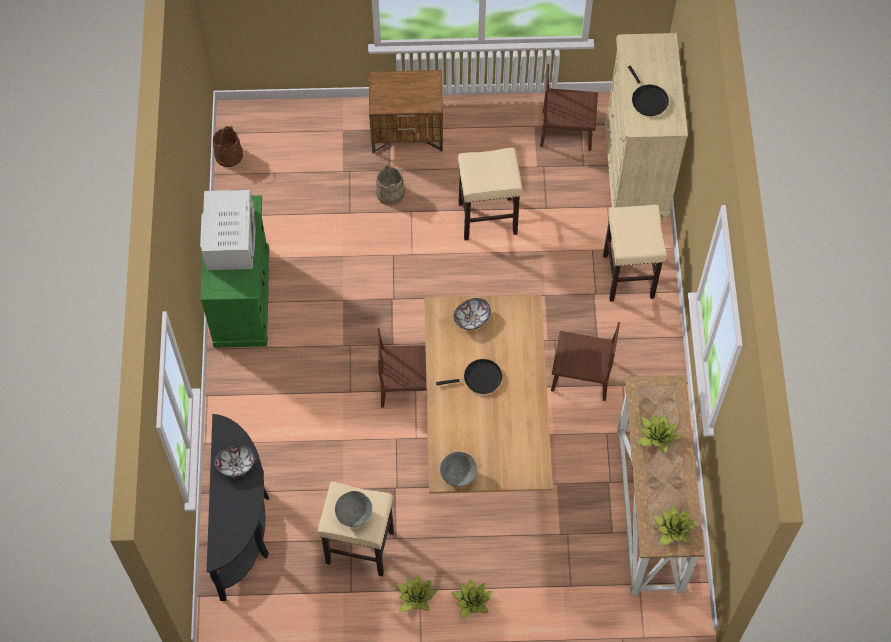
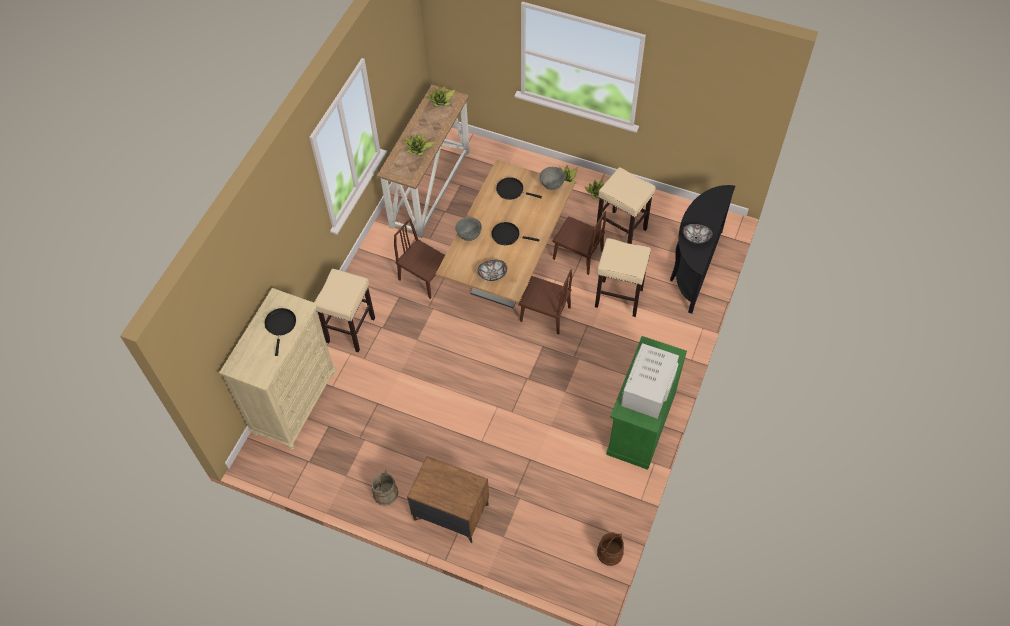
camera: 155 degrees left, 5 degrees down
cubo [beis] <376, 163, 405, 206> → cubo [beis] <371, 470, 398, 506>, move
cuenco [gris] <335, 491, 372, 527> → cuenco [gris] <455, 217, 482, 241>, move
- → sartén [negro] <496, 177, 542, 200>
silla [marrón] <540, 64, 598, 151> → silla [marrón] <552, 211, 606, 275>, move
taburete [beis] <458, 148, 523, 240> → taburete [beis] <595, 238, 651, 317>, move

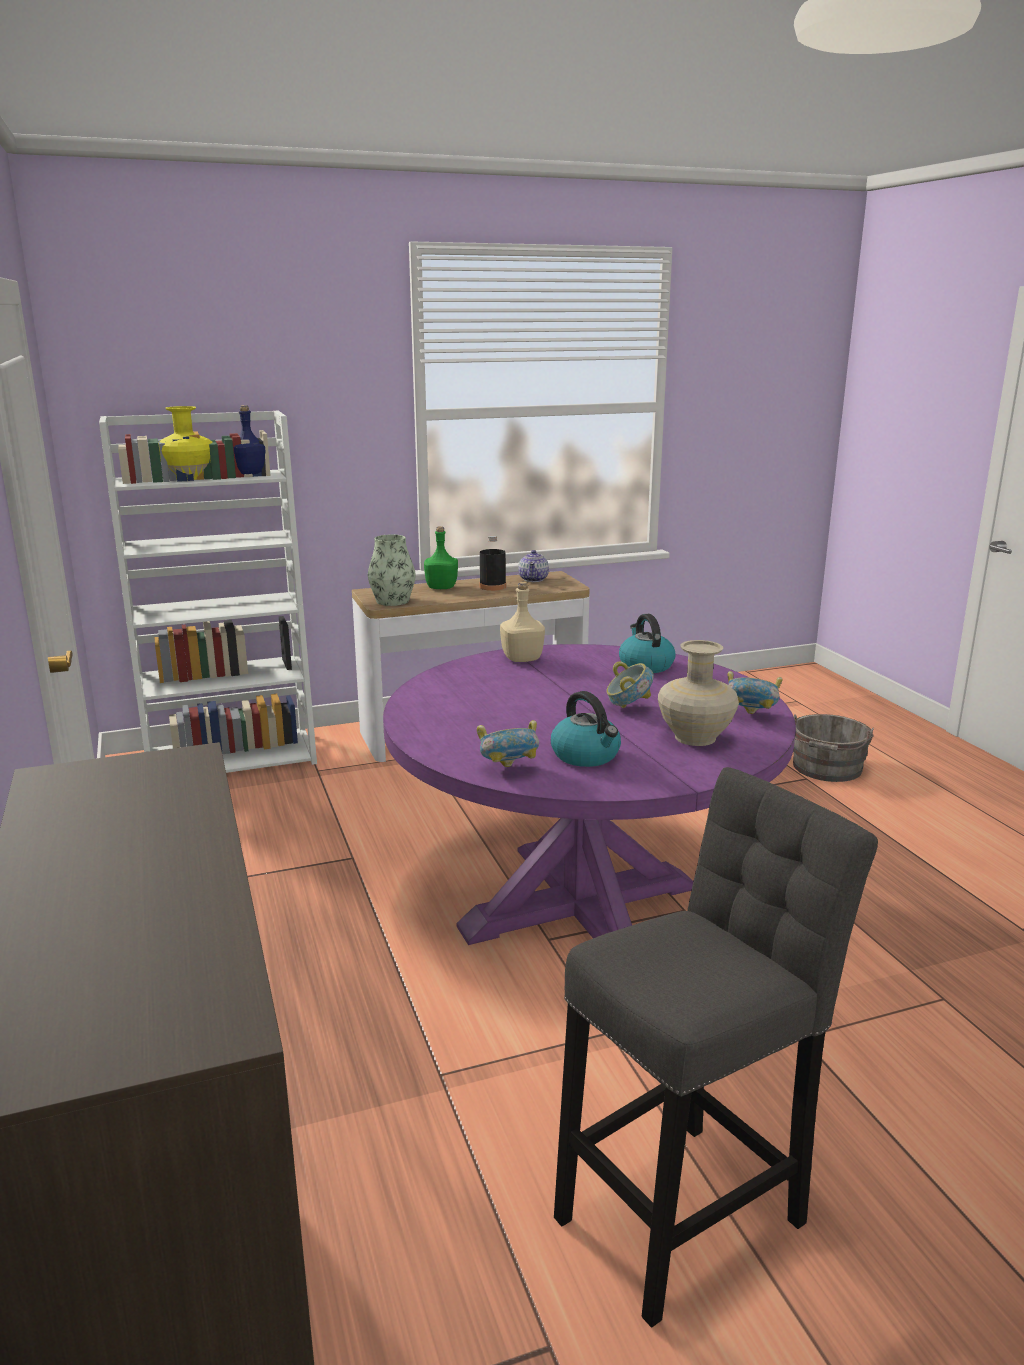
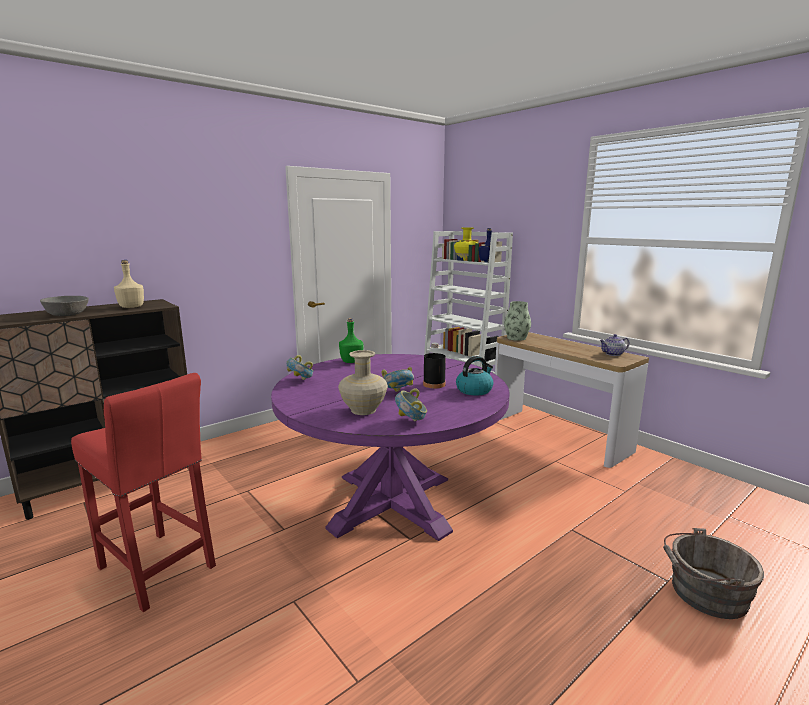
camera: 70 degrees right, 5 degrees down
- → cuenco [gris] <40, 296, 89, 316>
taburete [gris] <554, 767, 878, 1328> → taburete [rojo] <71, 373, 216, 612>
botella [beis] <500, 582, 545, 662> → botella [beis] <114, 260, 144, 308>, move
botella [verde] <424, 526, 458, 589> → botella [verde] <339, 318, 364, 363>, move
botella [negro] <480, 536, 506, 591> → botella [negro] <423, 343, 446, 388>, move
hervidor <551, 691, 621, 767> → -

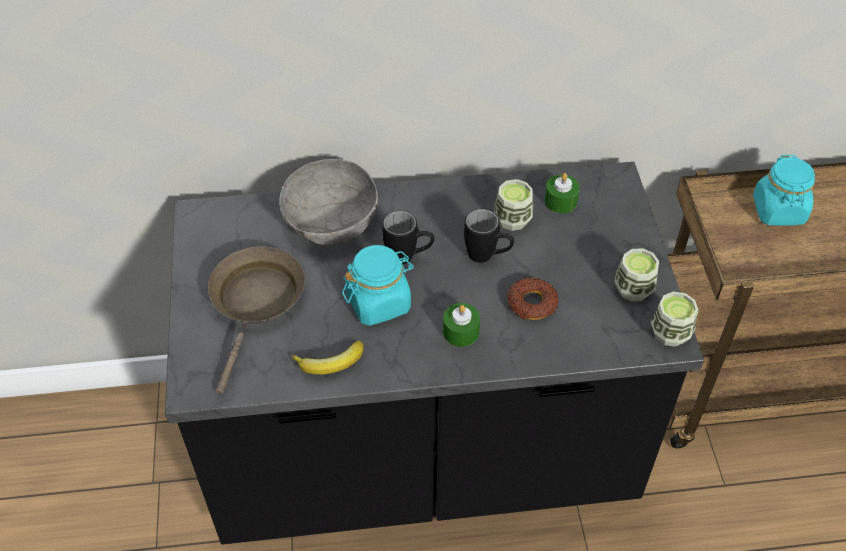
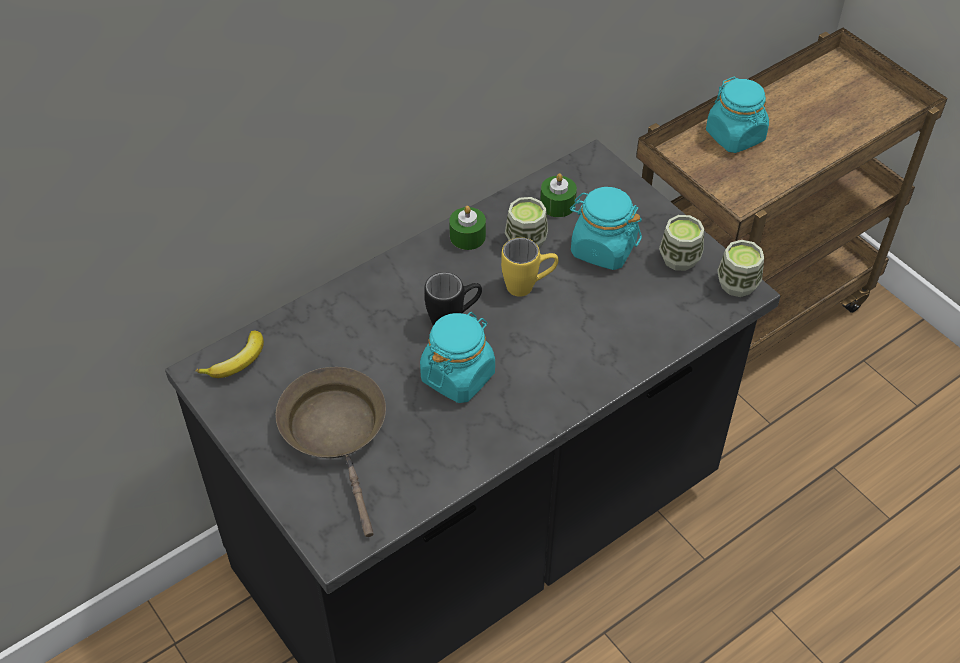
camera: 30 degrees left, 0 degrees up
plátano <292, 341, 364, 374> → plátano <195, 331, 264, 378>, move
vela [verde] <443, 303, 480, 347> → vela [verde] <449, 206, 486, 250>, move
taza grande [negro] <464, 209, 514, 263> → taza grande [amarillo] <501, 237, 559, 297>
- → tarro [turquesa] <570, 187, 642, 270>
cuenco [gris] <279, 159, 378, 245> → -
rosquilla <507, 278, 558, 320> → -

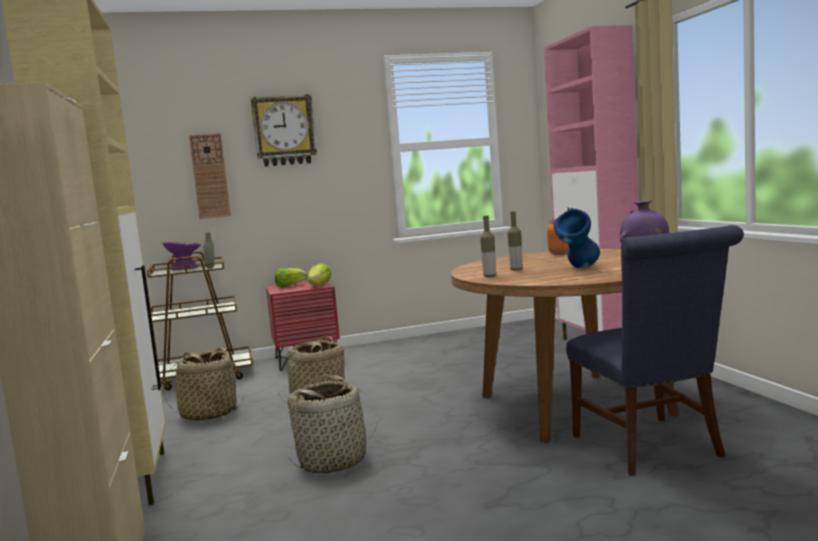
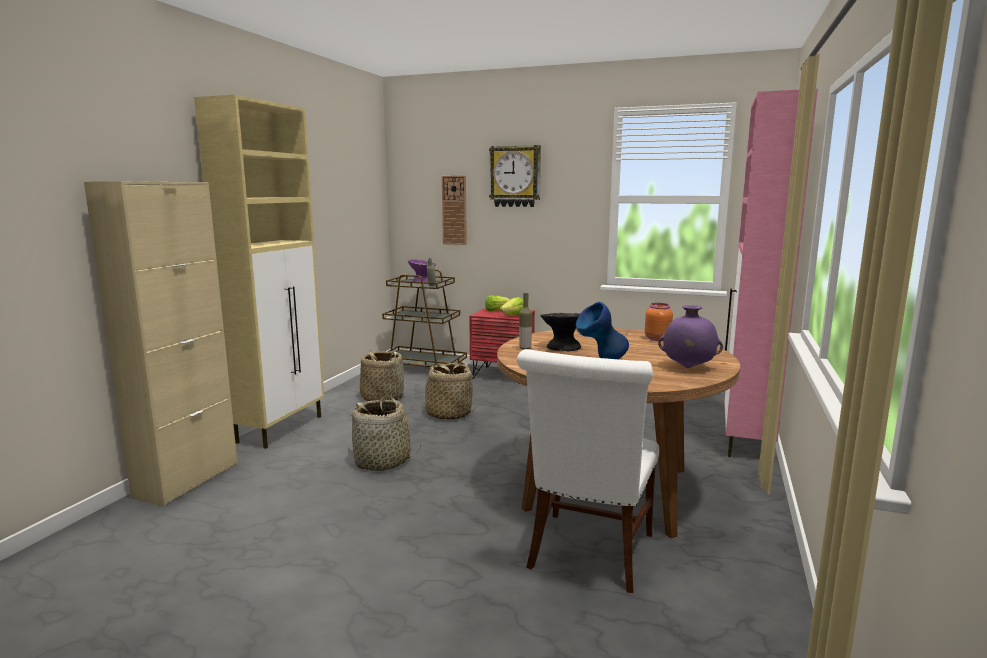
camera: 35 degrees right, 5 degrees up
silla [azul] <566, 225, 744, 476> → silla [blanco] <517, 349, 659, 593>
botella <507, 211, 523, 271> → cuenco [negro] <541, 313, 581, 352>

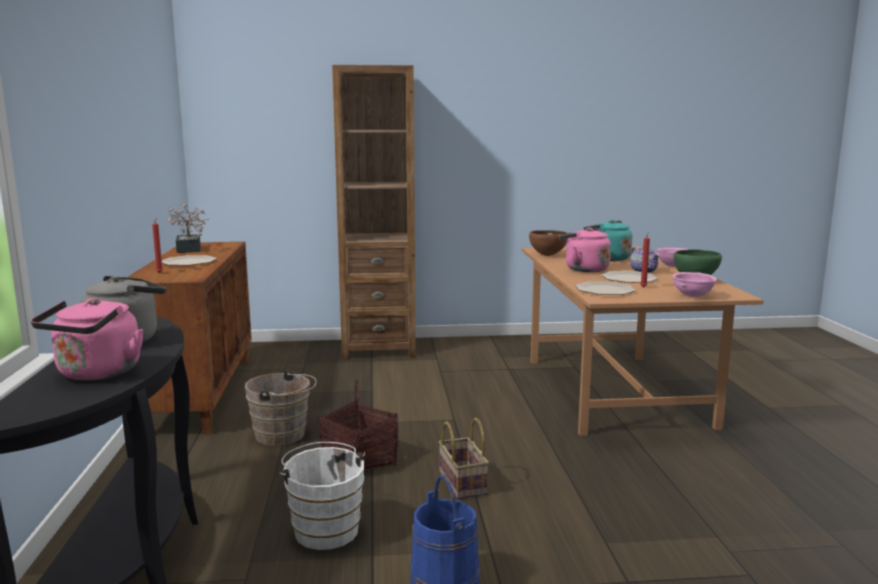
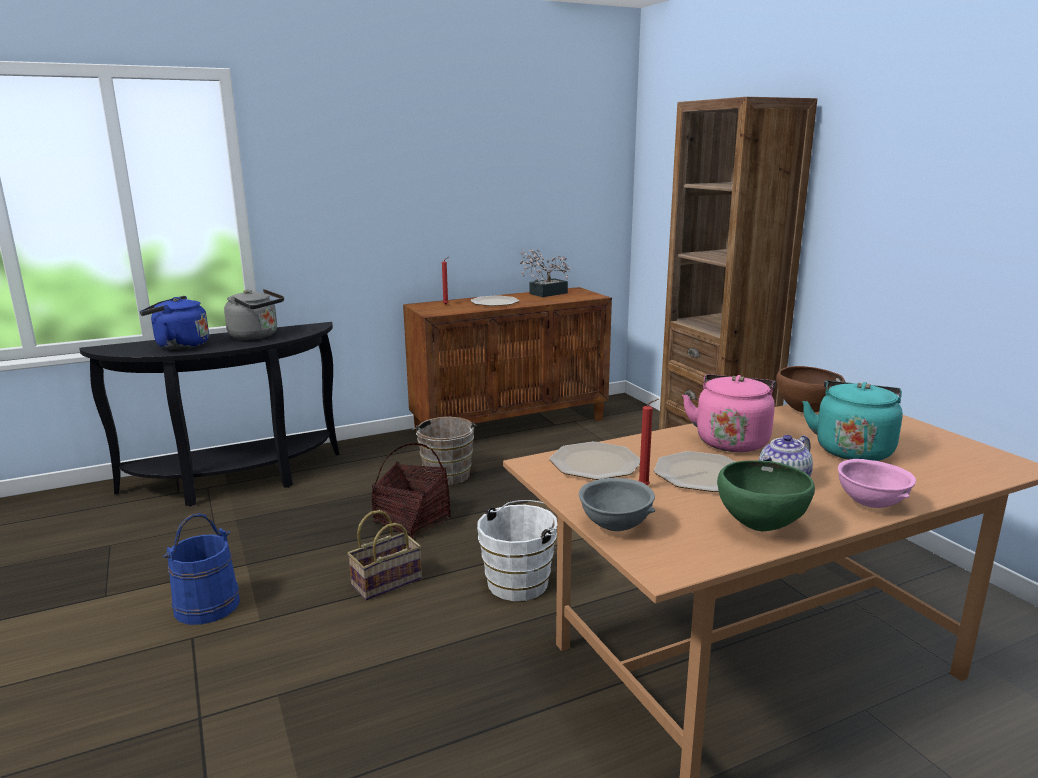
camera: 70 degrees right, 5 degrees up
hervidor [rosa] <31, 298, 144, 380> → hervidor [azul] <140, 296, 209, 350>
cubo [blanco] <280, 442, 365, 550> → cubo [blanco] <477, 500, 557, 601>, move
cuenco [rosa] <672, 272, 717, 297> → cuenco [gris] <579, 478, 655, 531>

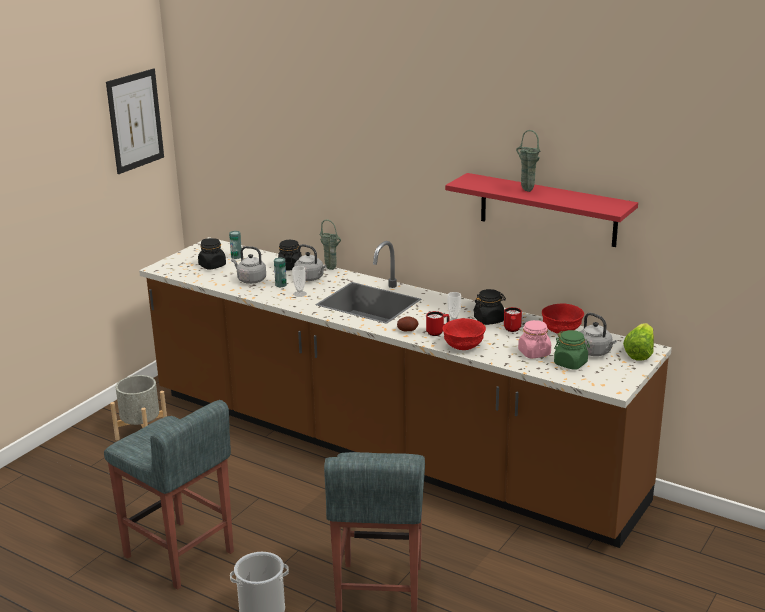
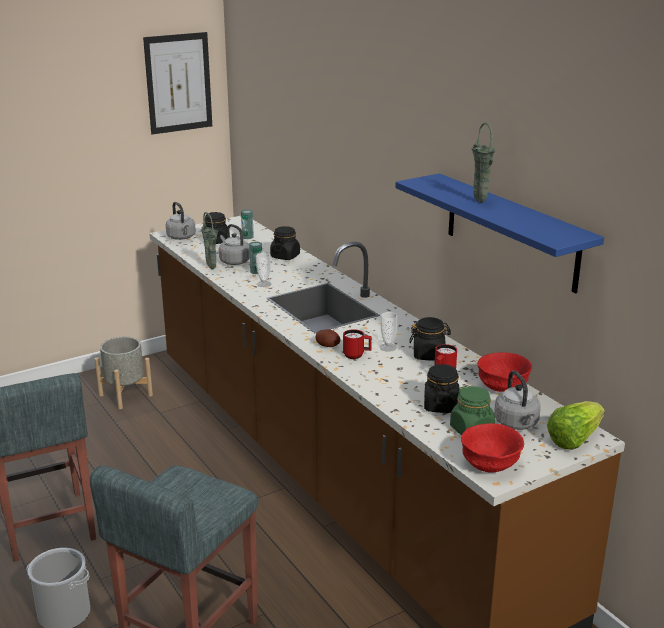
camera: 25 degrees right, 0 degrees up
hervidor [gris] <294, 244, 327, 281> → hervidor [gris] <166, 202, 196, 240>, move
florero [verde] <320, 219, 341, 270> → florero [verde] <201, 212, 218, 269>, move
estante [rojo] <445, 173, 638, 247> → estante [azul] <395, 173, 604, 293>
tarro [rosa] <518, 320, 551, 359> → tarro [negro] <424, 364, 459, 413>
cuenco [rojo] <442, 318, 486, 350> → cuenco [rojo] <461, 423, 524, 472>, move

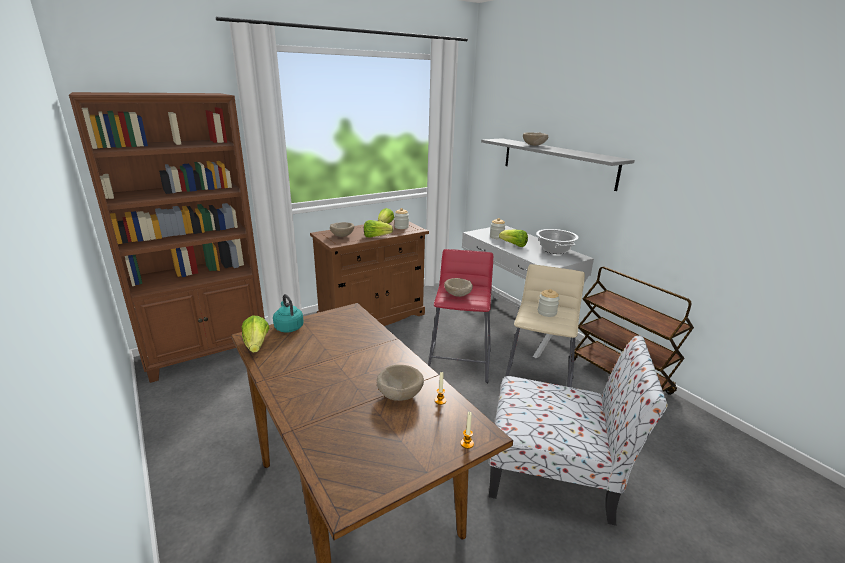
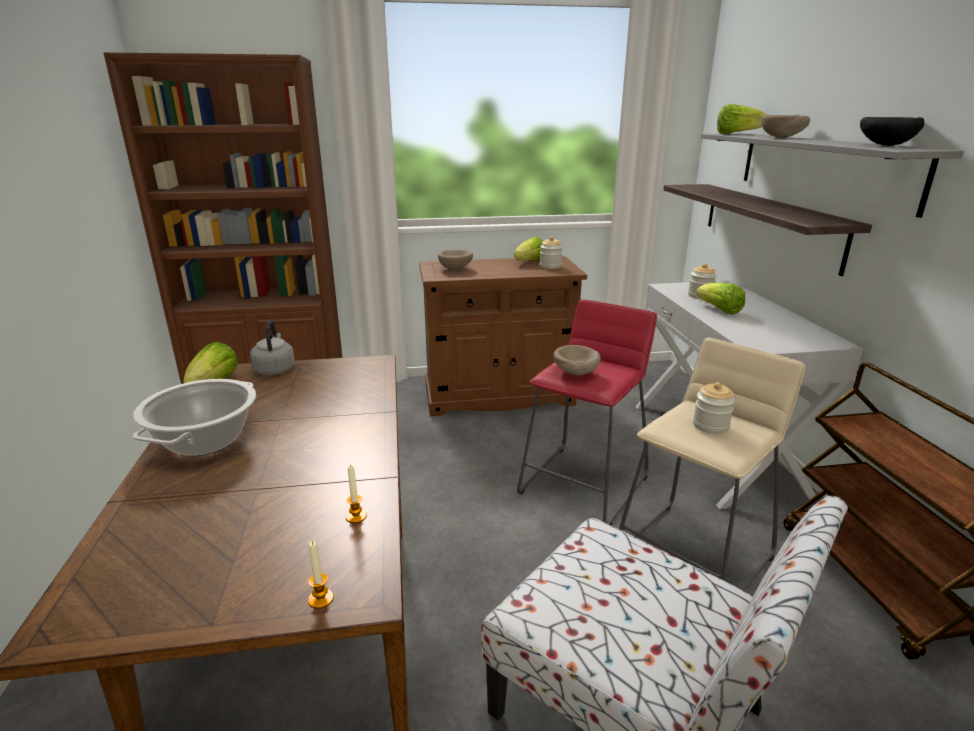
camera: 25 degrees right, 0 degrees up
olla <536, 229, 578, 254> → olla <132, 379, 256, 456>, move
hervidor [turquesa] <273, 294, 304, 333> → hervidor [gris] <250, 320, 295, 375>
- → estante <663, 184, 872, 276>
lechuga <364, 220, 393, 238> → lechuga <717, 104, 766, 134>, move
- → cuenco [negro] <860, 117, 925, 146>
cuenco [beis] <377, 365, 424, 401> → -

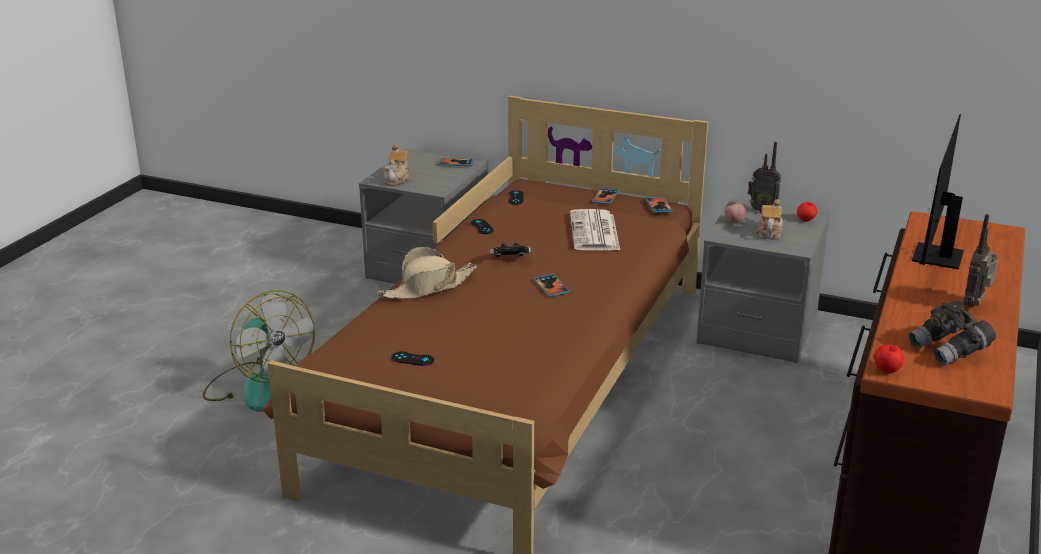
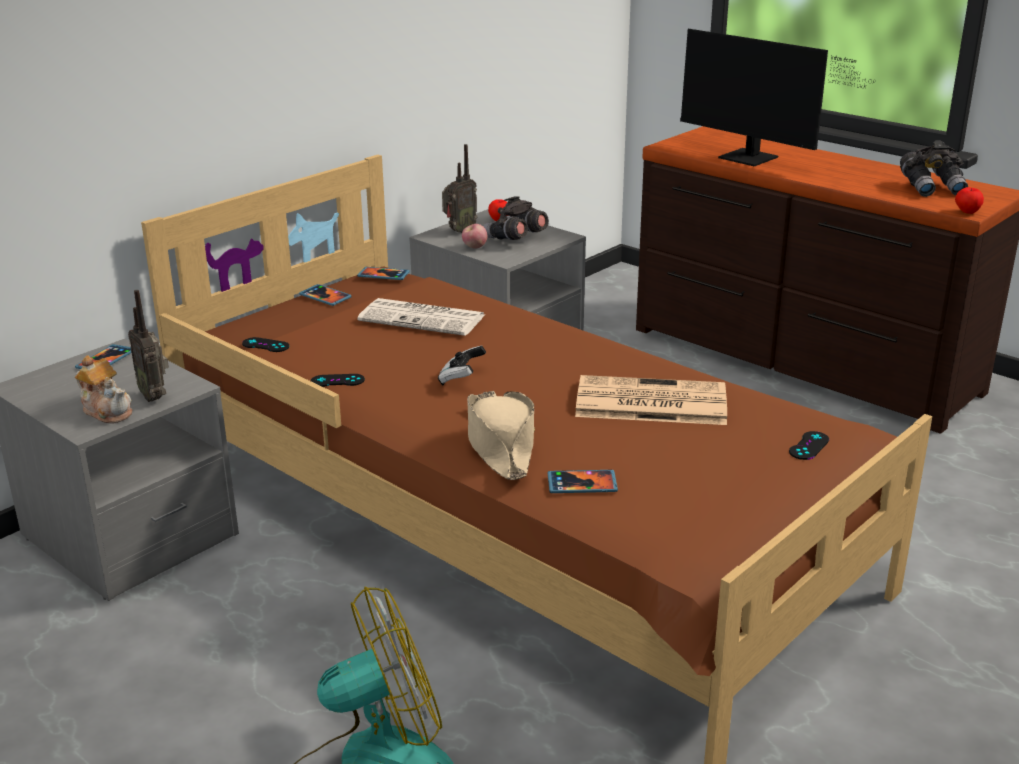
camera: 70 degrees left, 0 degrees up
radio <963, 214, 999, 307> → radio <128, 290, 169, 402>, move
tetera <756, 199, 783, 240> → prismáticos [gris] <483, 196, 549, 240>
móvil <533, 274, 570, 297> → móvil <548, 470, 618, 493>, move
- → periódico <575, 375, 727, 425>
mando de consola [negro] <391, 351, 434, 366> → mando de consola [negro] <789, 431, 829, 460>, move

